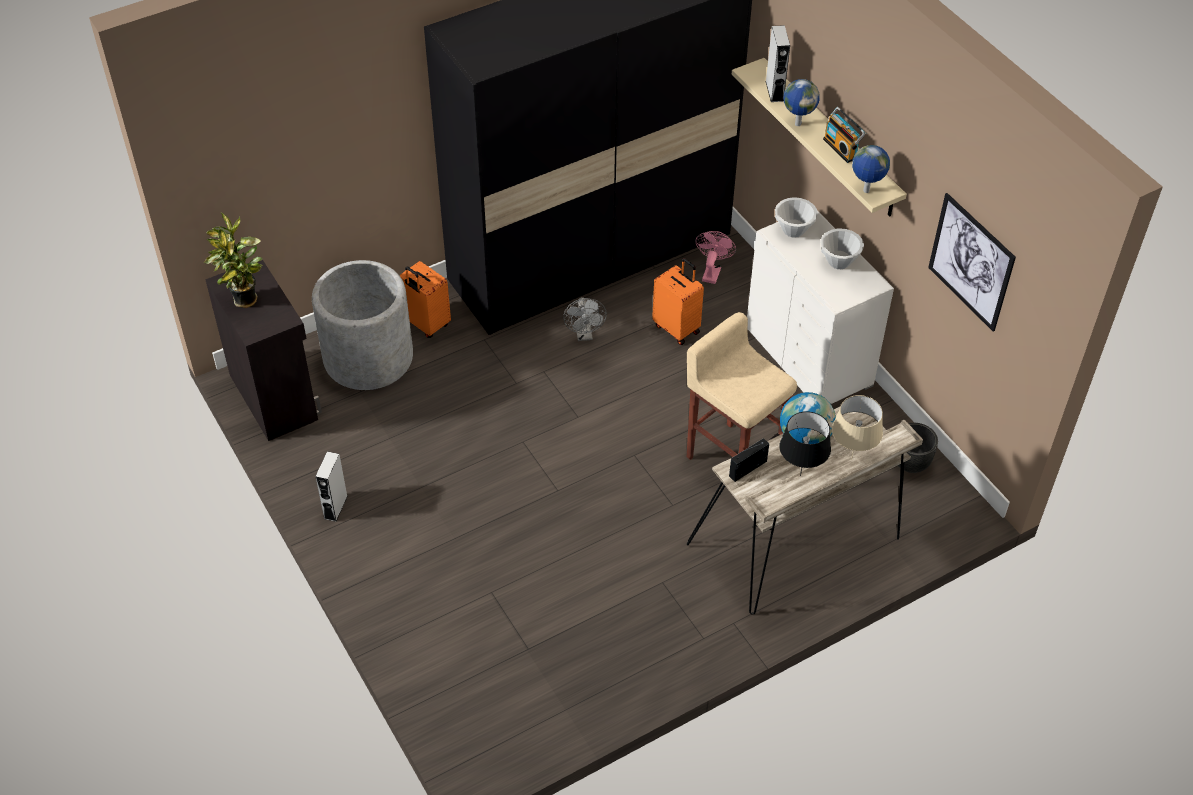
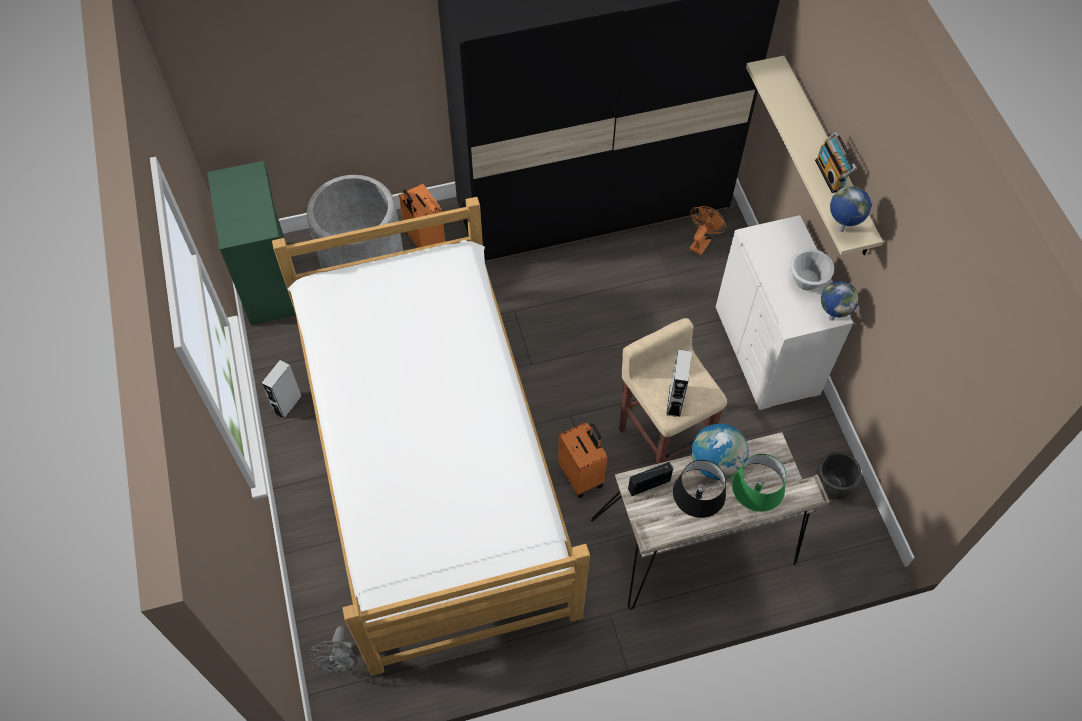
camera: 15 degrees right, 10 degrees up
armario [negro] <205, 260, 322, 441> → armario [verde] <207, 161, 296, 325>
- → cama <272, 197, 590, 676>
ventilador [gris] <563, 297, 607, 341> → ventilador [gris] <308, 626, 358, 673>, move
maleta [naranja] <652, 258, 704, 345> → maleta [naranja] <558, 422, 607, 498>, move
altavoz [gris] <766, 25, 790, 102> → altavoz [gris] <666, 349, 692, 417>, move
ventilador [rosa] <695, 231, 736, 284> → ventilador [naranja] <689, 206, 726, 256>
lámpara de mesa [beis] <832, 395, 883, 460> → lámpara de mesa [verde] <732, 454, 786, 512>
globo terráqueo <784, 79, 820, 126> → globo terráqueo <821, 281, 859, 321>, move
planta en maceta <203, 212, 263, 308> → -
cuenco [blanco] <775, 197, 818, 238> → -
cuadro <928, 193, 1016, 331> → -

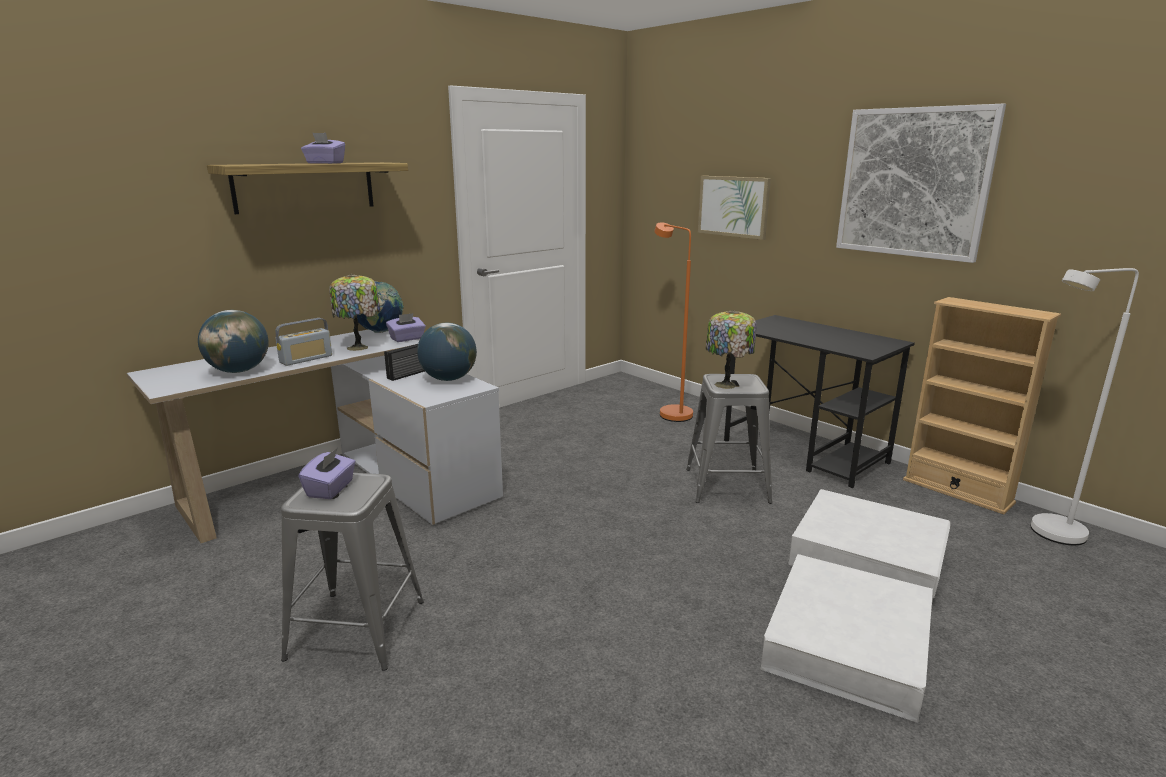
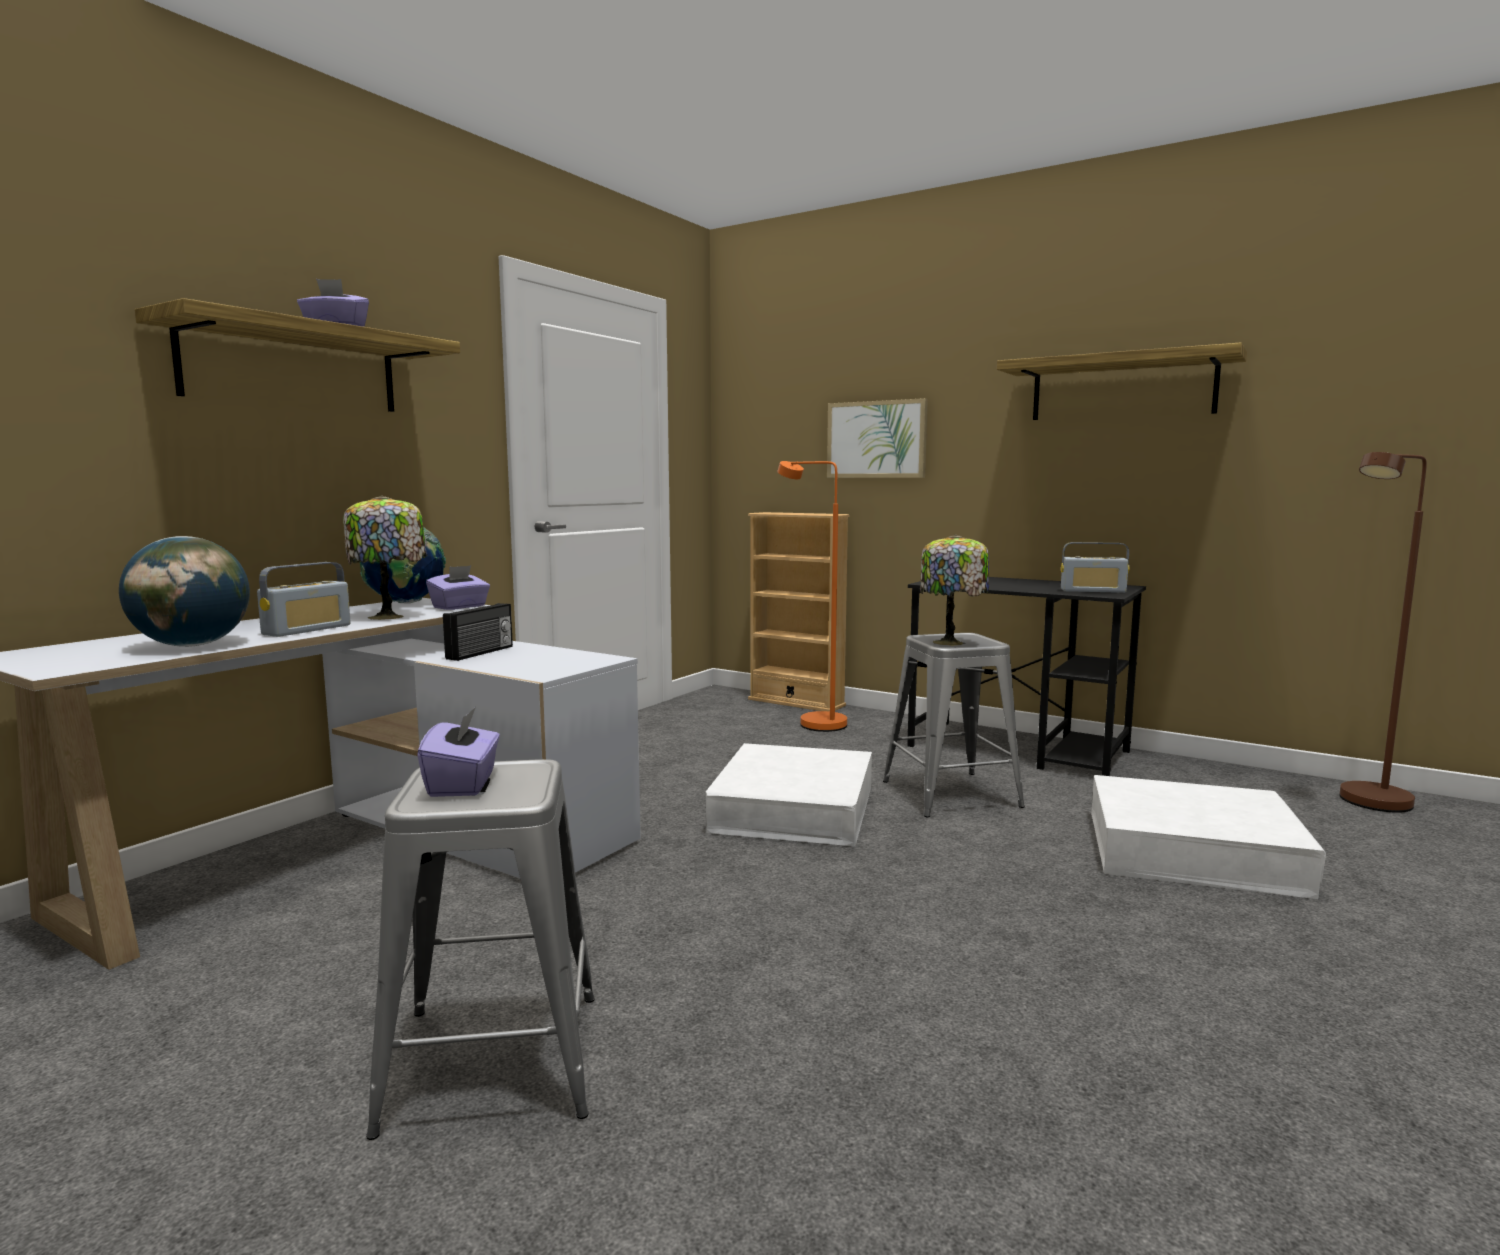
camera: 15 degrees left, 10 degrees down
caja de almacenaje [blanco] <761, 554, 933, 723> → caja de almacenaje [blanco] <706, 743, 872, 847>, move
estantería [beis] <903, 297, 1061, 515> → estantería [beis] <748, 512, 850, 712>, move
cuadro <836, 104, 1006, 263> → estante <997, 343, 1247, 420>
- → radio <1061, 542, 1129, 593>
lámpara de pie [blanco] <1031, 268, 1139, 545> → lámpara de pie [marrón] <1339, 452, 1427, 813>
globo terráqueo <417, 323, 477, 381> → -

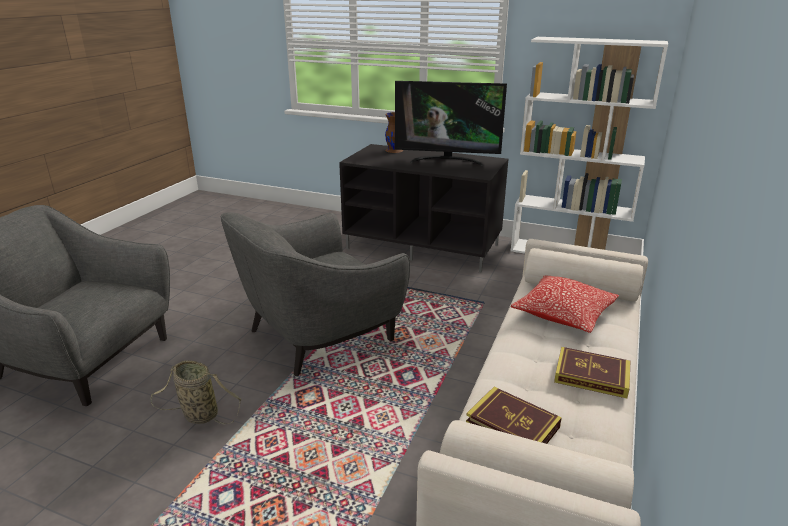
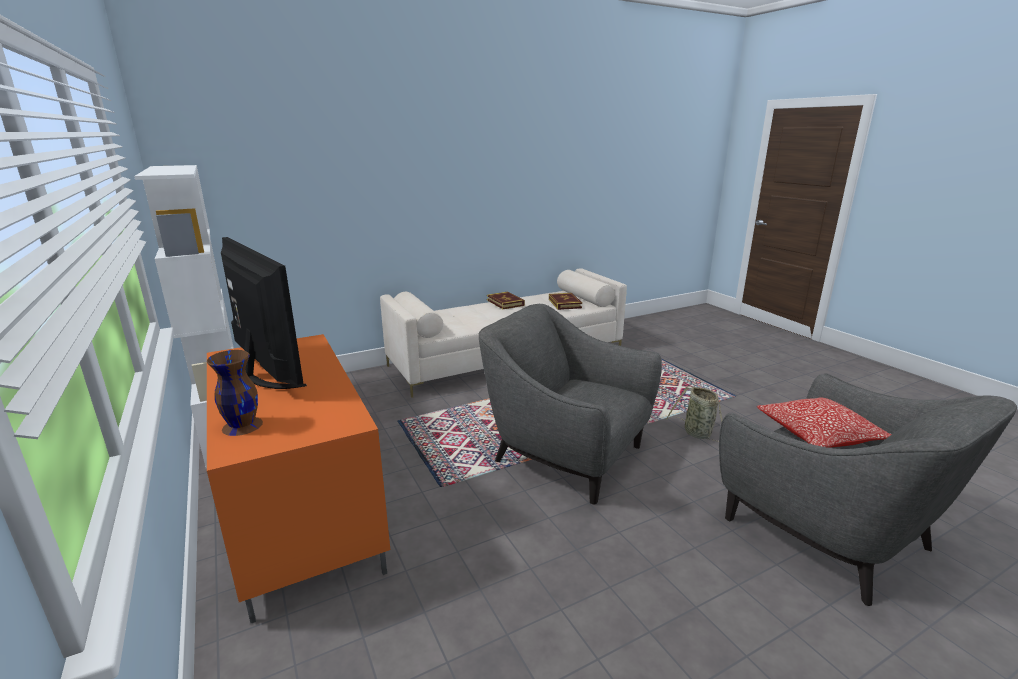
camera: 140 degrees left, 5 degrees down
mueble de televisión [negro] <339, 144, 508, 273> → mueble de televisión [naranja] <207, 334, 390, 623>
sillón [gris] <221, 212, 410, 376> → sillón [gris] <479, 304, 662, 505>, 150 degrees counterclockwise
cojín <511, 276, 619, 333> → cojín <757, 397, 892, 448>, move

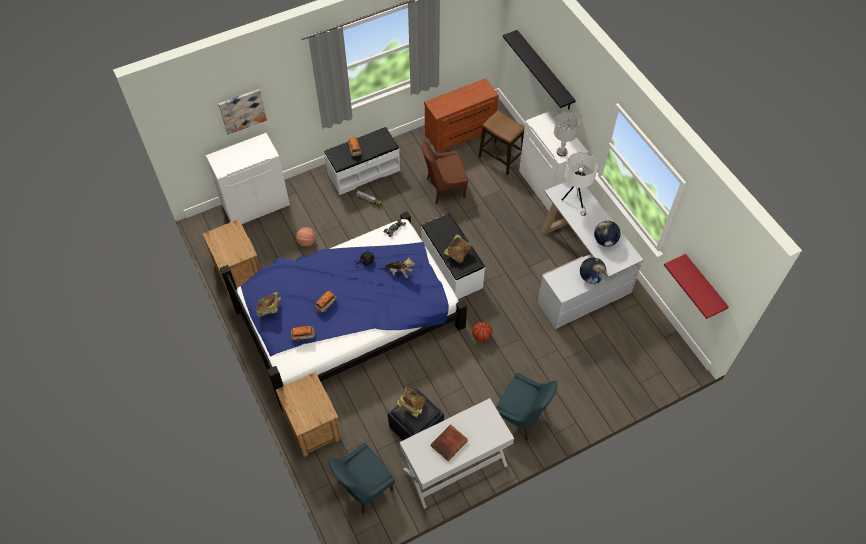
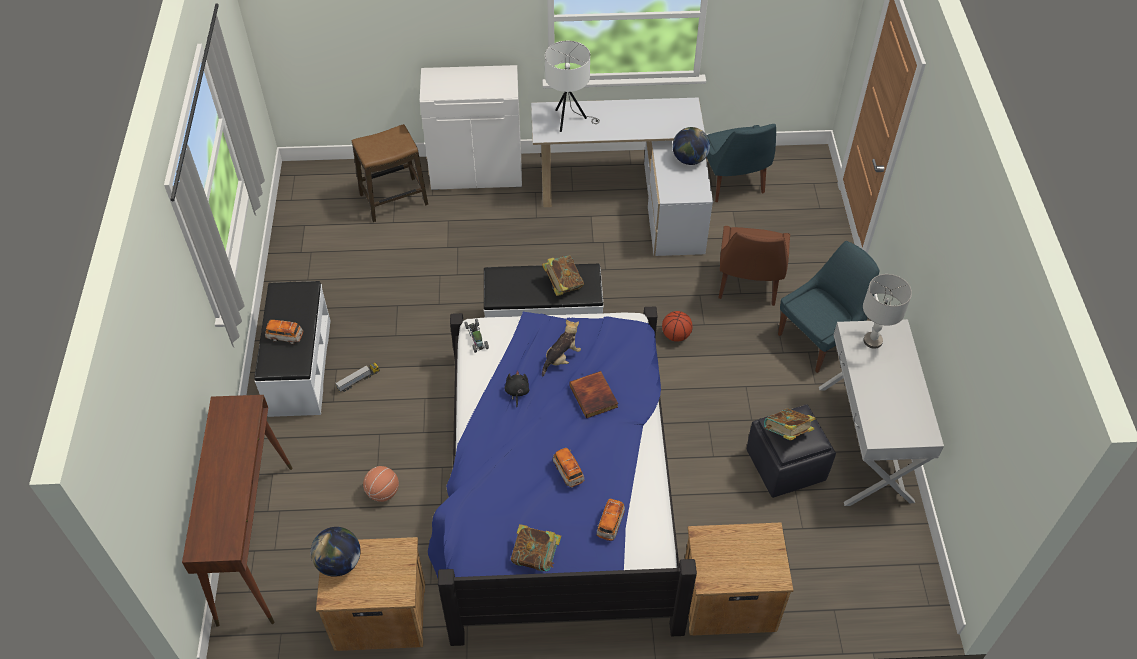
camera: 65 degrees left, 5 degrees down
armario [blanco] <206, 133, 290, 224> → mesa consola [marrón] <182, 395, 293, 627>
globo terráqueo <594, 221, 621, 247> → globo terráqueo <311, 527, 361, 577>, move
libro <431, 424, 467, 461> → libro <570, 371, 618, 419>, move
silla [azul] <329, 443, 395, 514> → silla [azul] <707, 124, 776, 202>, move
silla [marrón] <422, 140, 468, 204> → silla [marrón] <718, 226, 790, 306>, move
lámpara de mesa [gris] <554, 112, 580, 156> → lámpara de mesa [gris] <863, 274, 912, 349>, move
cuadro <218, 89, 267, 135> → -
cómoda [marrón] <424, 78, 499, 152> → -
estante [negro] <503, 30, 576, 109> → -
estante [rojo] <664, 254, 729, 319> → -

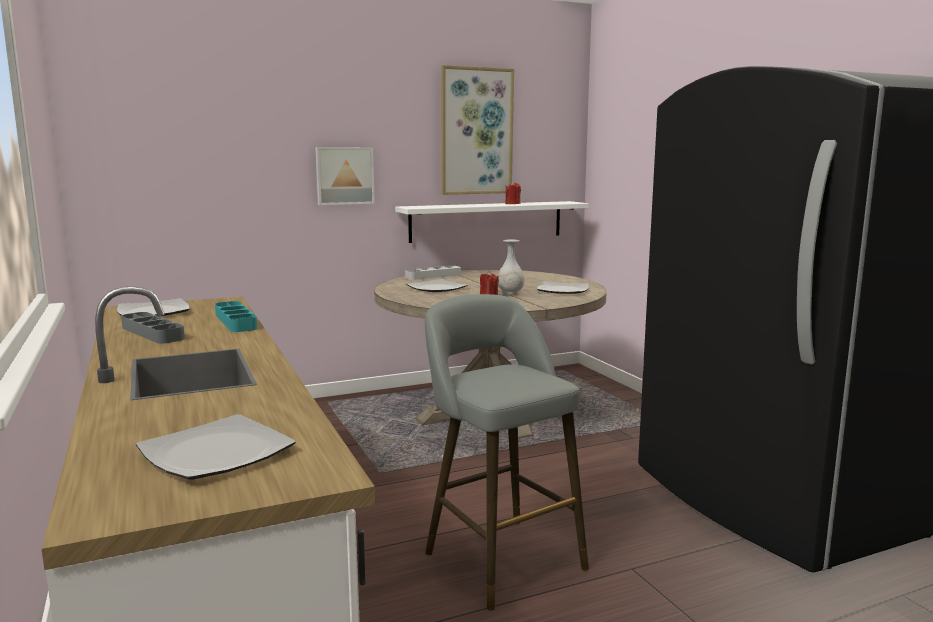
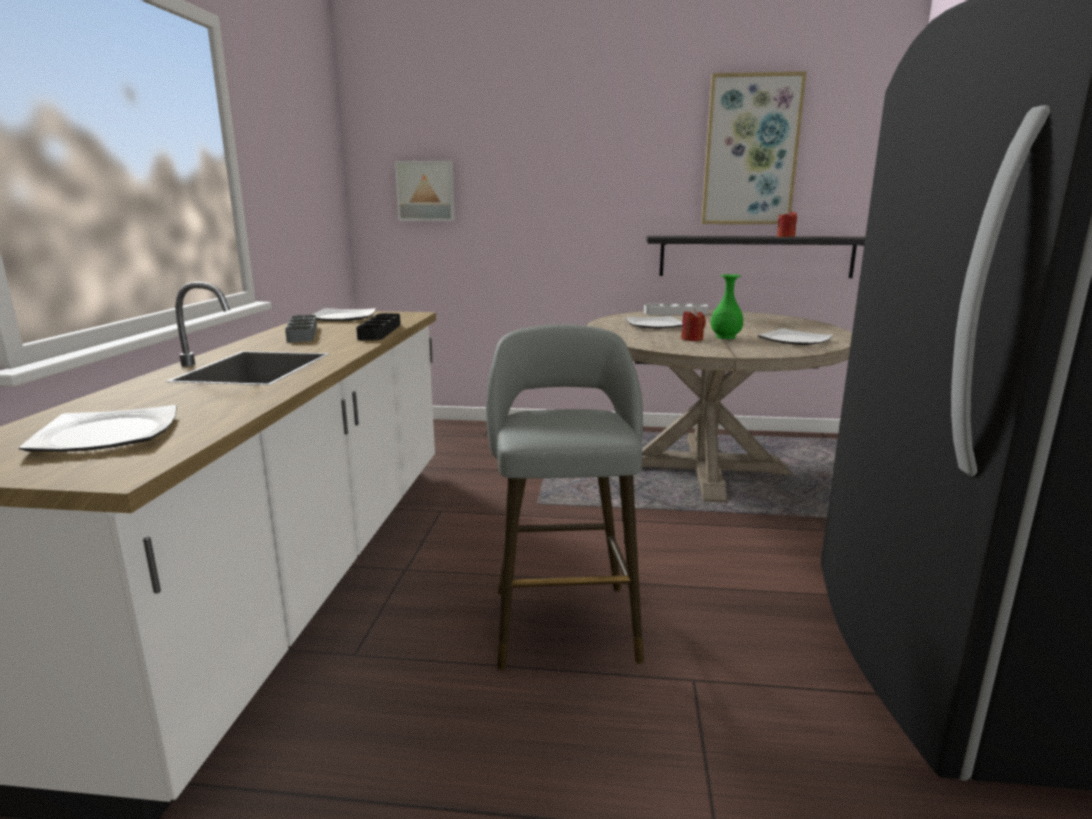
camera: 30 degrees right, 5 degrees up
bandeja [turquesa] <215, 301, 257, 332> → bandeja [negro] <356, 313, 401, 340>
cuadro <315, 147, 375, 205> → cuadro <395, 161, 455, 221>, move
estante [blanco] <395, 201, 589, 243> → estante [negro] <646, 236, 865, 278>
florero [blanco] <498, 240, 524, 295> → florero [verde] <711, 274, 743, 339>

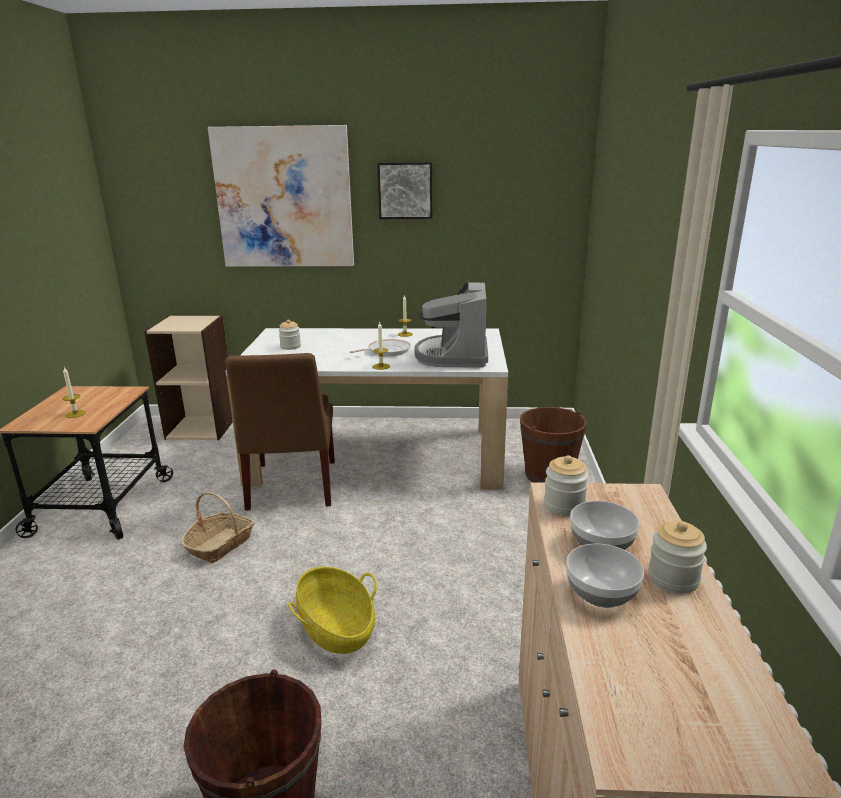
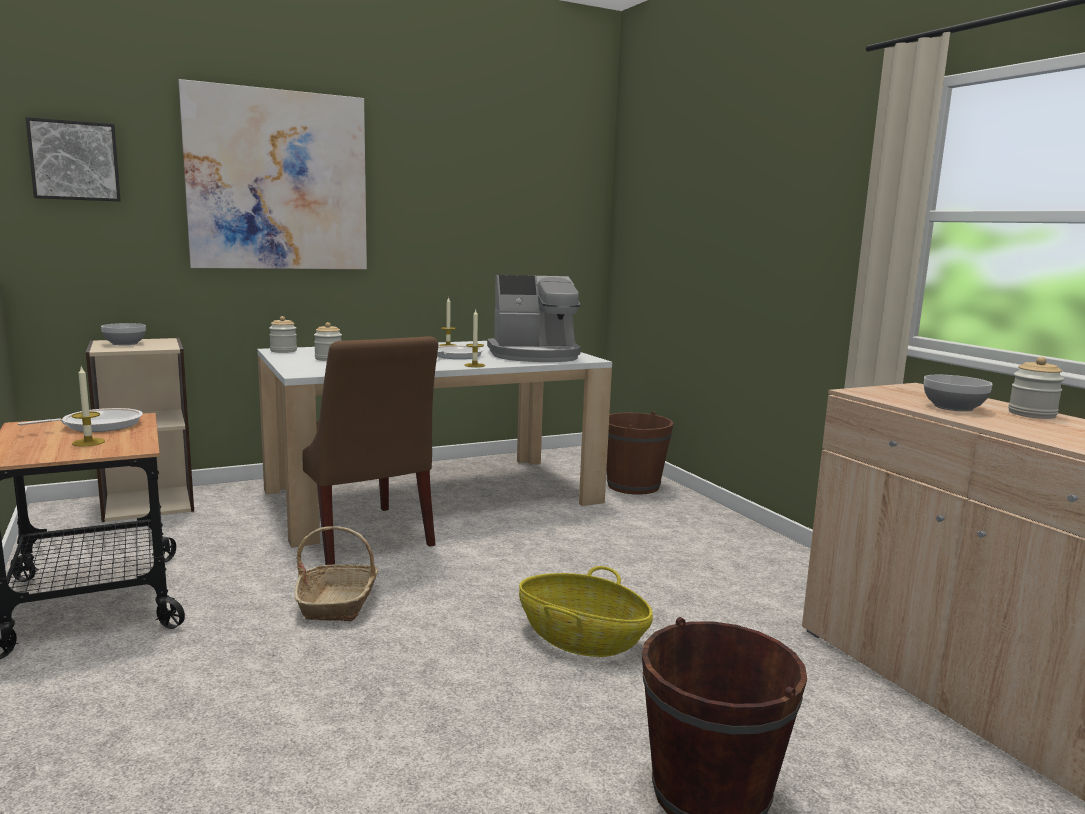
camera: 30 degrees left, 10 degrees down
- → sartén <18, 408, 143, 432>
cuadro <377, 162, 432, 219> → cuadro <26, 117, 121, 202>, move
cuenco <566, 544, 644, 608> → cuenco <101, 323, 146, 345>, move
tarro <544, 455, 589, 516> → tarro <269, 316, 297, 353>, move
cafetera <414, 281, 488, 368> → cafetera <487, 275, 581, 362>, 75 degrees counterclockwise

